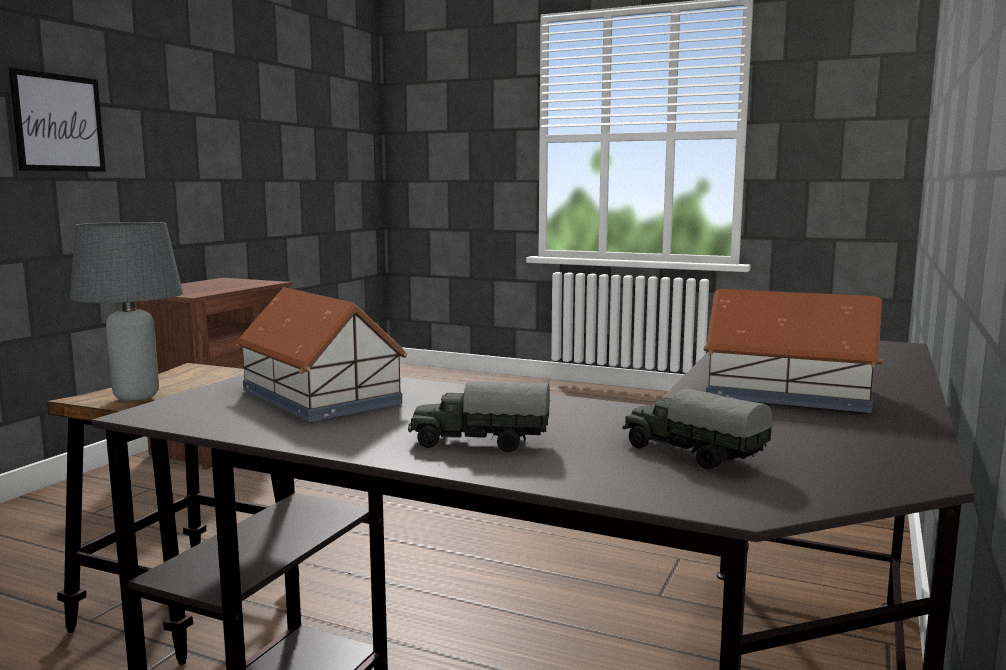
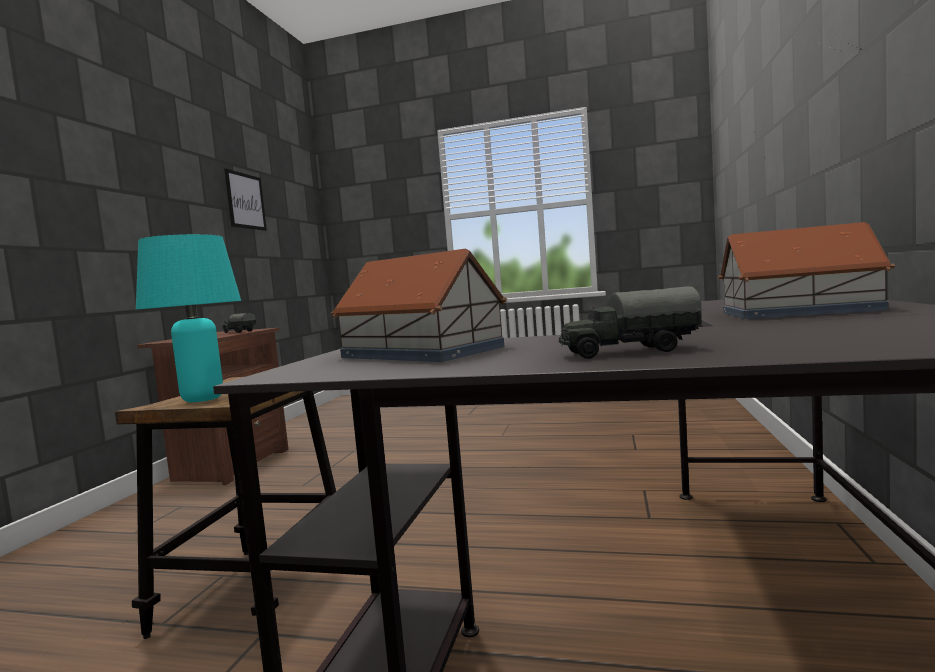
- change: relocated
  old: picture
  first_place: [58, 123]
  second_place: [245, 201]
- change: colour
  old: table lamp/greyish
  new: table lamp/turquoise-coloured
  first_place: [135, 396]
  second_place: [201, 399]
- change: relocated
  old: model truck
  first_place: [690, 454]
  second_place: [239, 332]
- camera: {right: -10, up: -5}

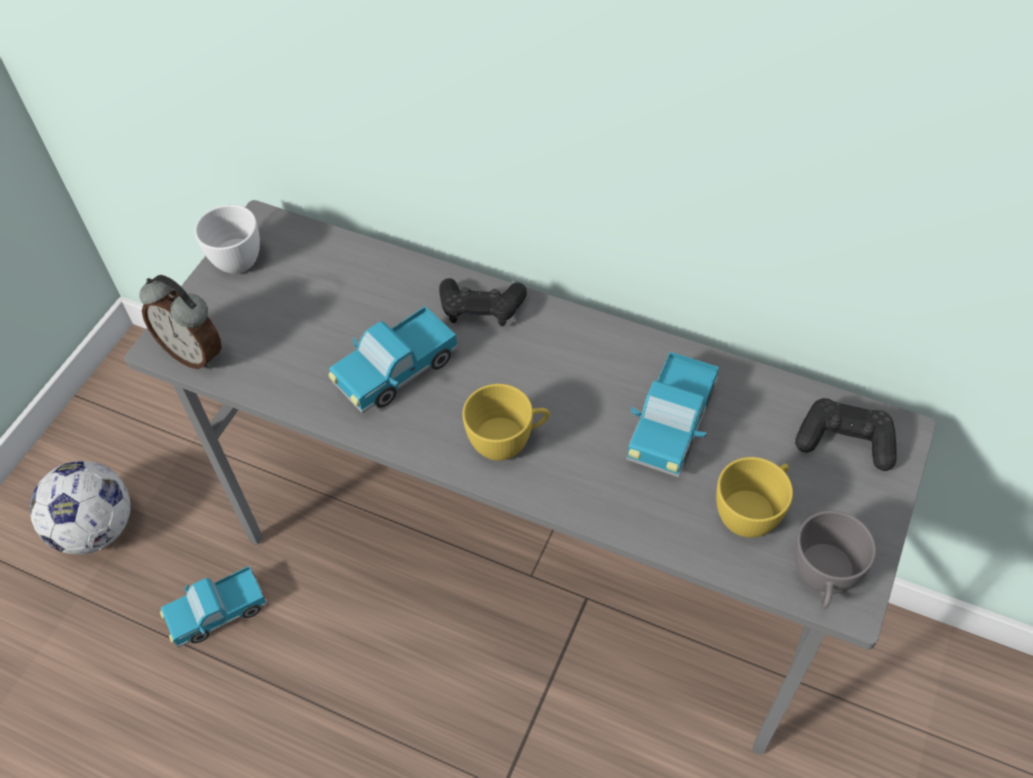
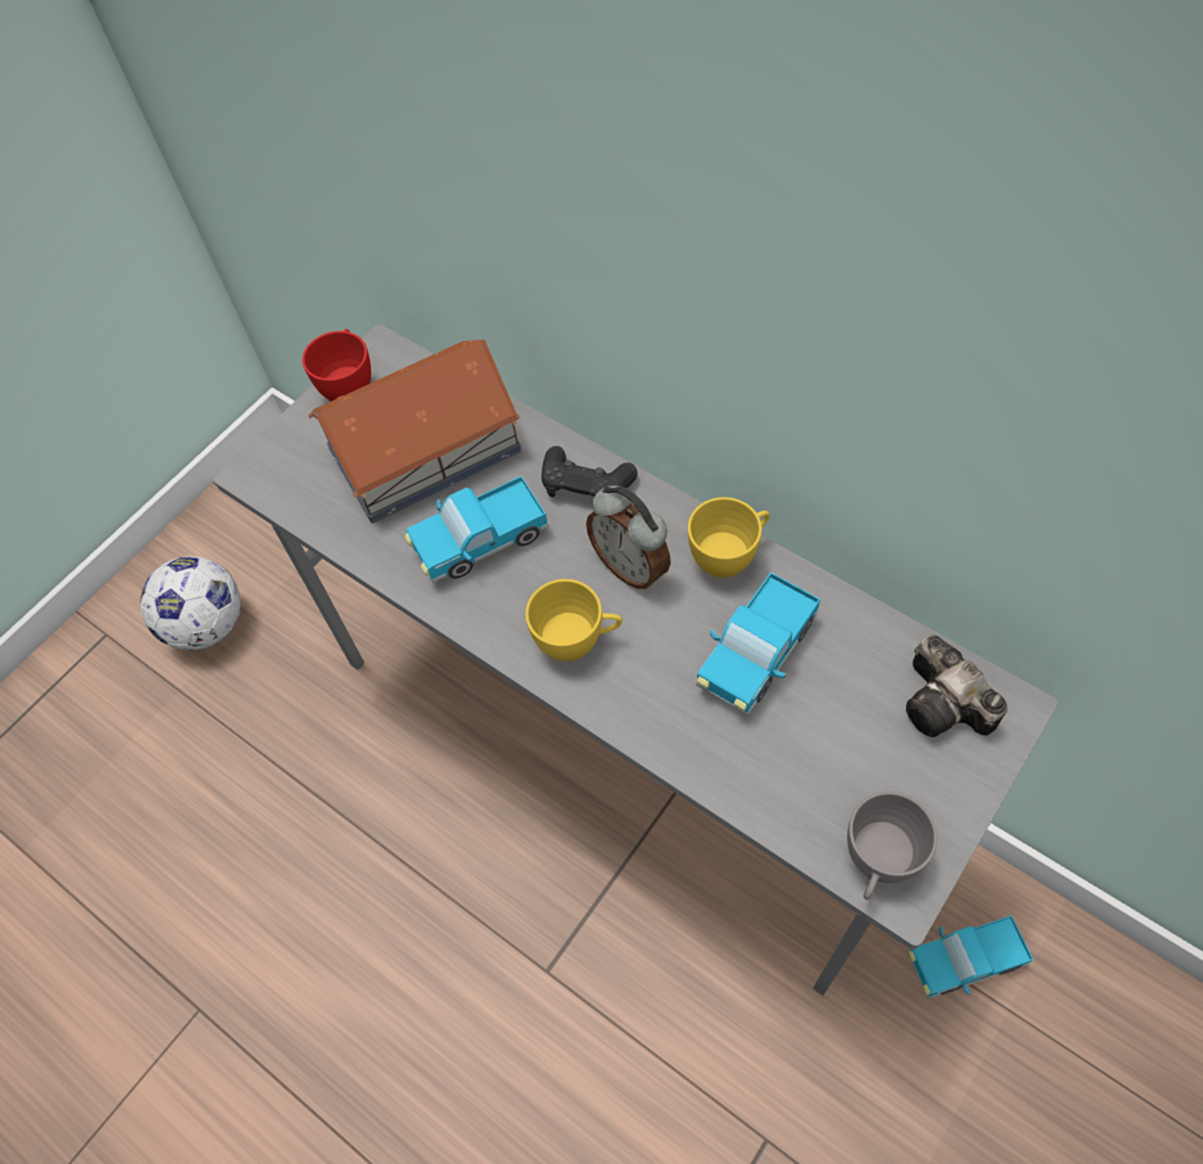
- change: colour
  old: small cup/white-coloured
  new: small cup/red-coloured
  first_place: [237, 256]
  second_place: [349, 385]
- change: relocated
  old: table clock
  first_place: [195, 353]
  second_place: [631, 566]
- change: exchanged
  old: joypad/blackish
  new: photo camera
  first_place: [845, 441]
  second_place: [946, 707]
- change: relocated
  old: small cup/yellowish
  first_place: [752, 513]
  second_place: [729, 555]
- change: relocated
  old: model truck
  first_place: [218, 614]
  second_place: [964, 961]
- change: appeared
  new: model house
  second_place: [427, 449]
- camera: {right: 15, up: 5}

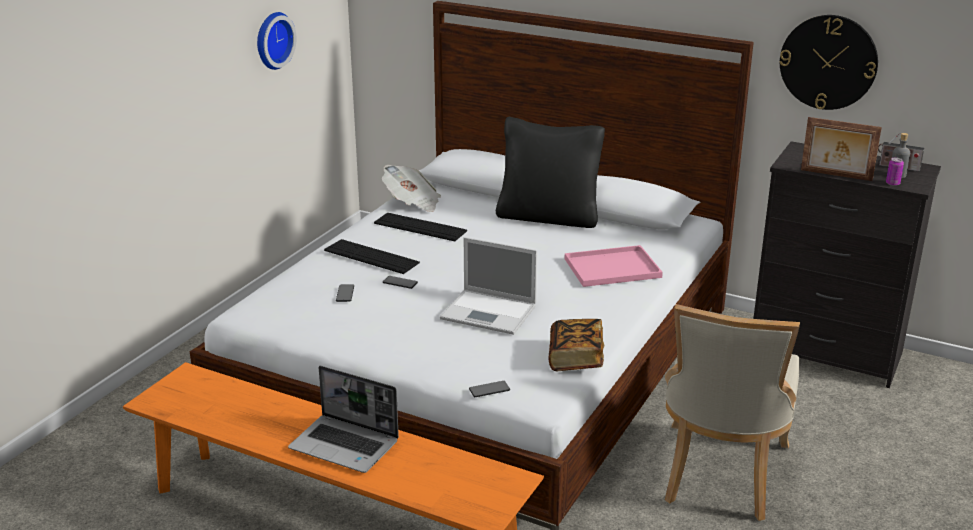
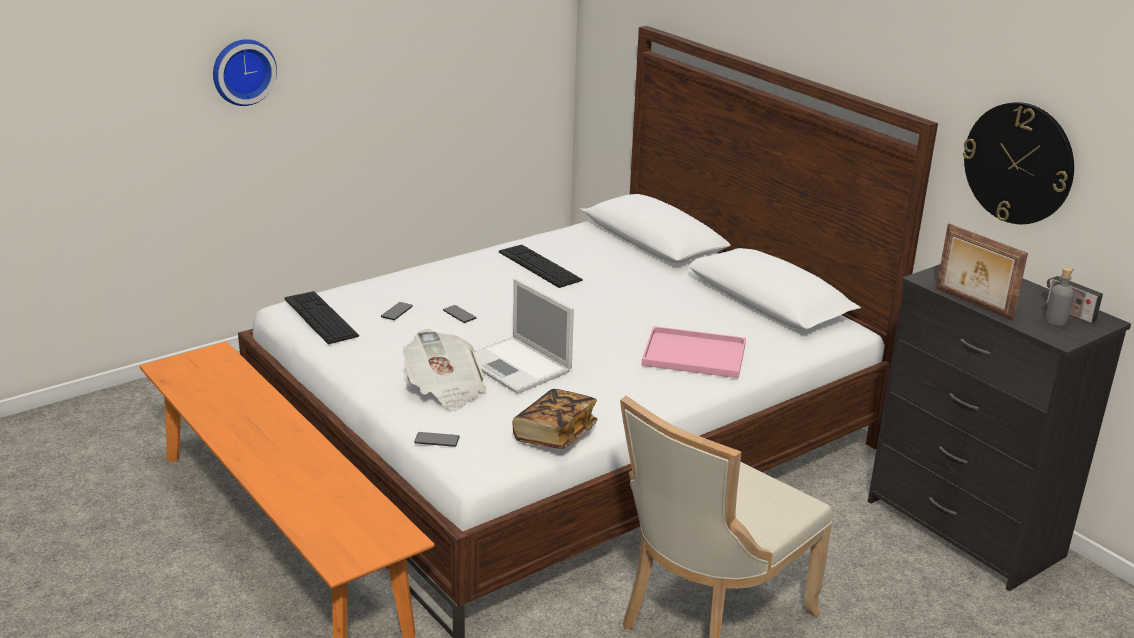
- change: relocated
  old: clock on the wall
  first_place: [272, 40]
  second_place: [242, 71]
- change: missing
  old: throw pillow/blackish
  first_place: [548, 217]
- change: missing
  old: sealed can
  first_place: [892, 183]
- change: relocated
  old: newspaper
  first_place: [412, 203]
  second_place: [445, 389]
- change: relocated
  old: PC keyboard
  first_place: [371, 256]
  second_place: [320, 317]
- change: missing
  old: laptop
  first_place: [345, 445]
- camera: {right: 25, up: 0}

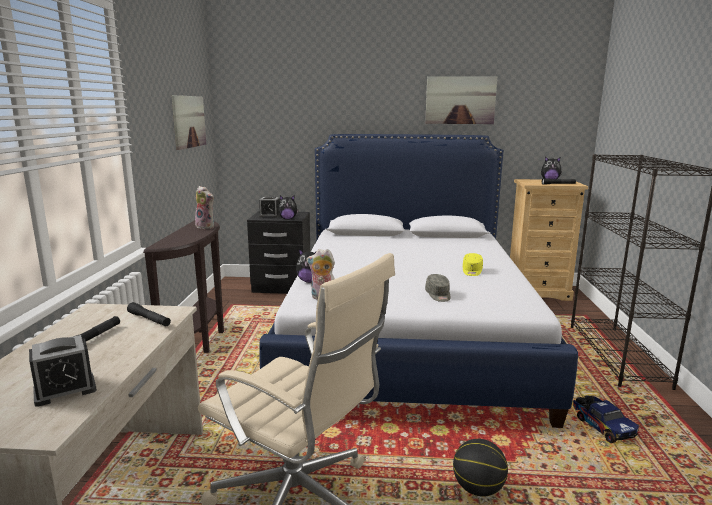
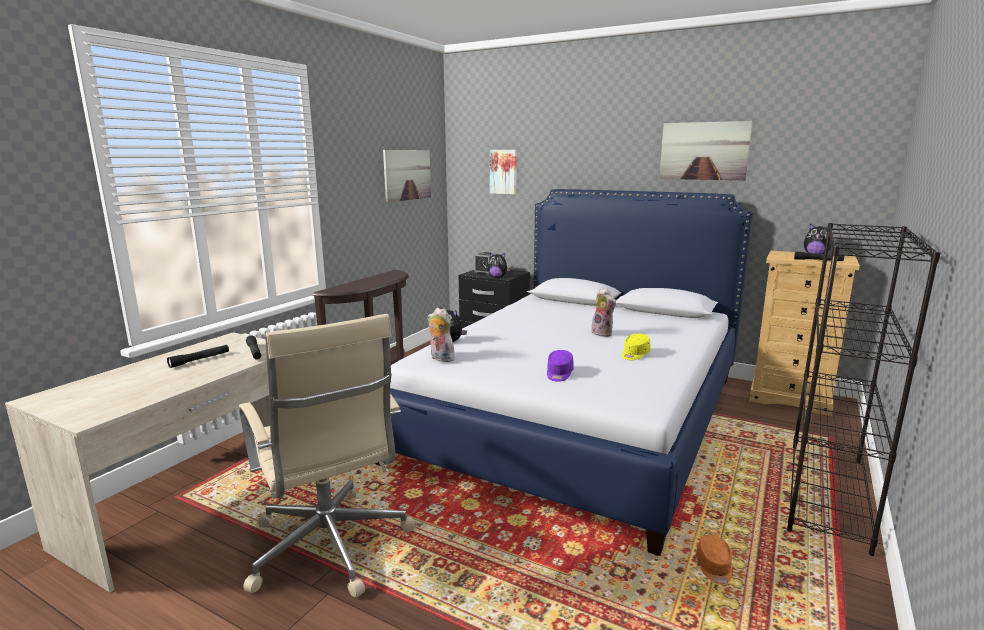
- change: relocated
  old: plush toy
  first_place: [206, 227]
  second_place: [603, 333]
- change: colour
  old: peaked cap/greyish
  new: peaked cap/purple-coloured
  first_place: [438, 295]
  second_place: [559, 374]
- change: missing
  old: table clock
  first_place: [65, 390]
- change: exchanged
  old: model truck
  new: peaked cap/orange-coloured
  first_place: [601, 426]
  second_place: [714, 569]
- change: missing
  old: ball for basketball
  first_place: [478, 488]
- change: appeared
  new: picture
  second_place: [504, 171]
- camera: {right: 25, up: 0}

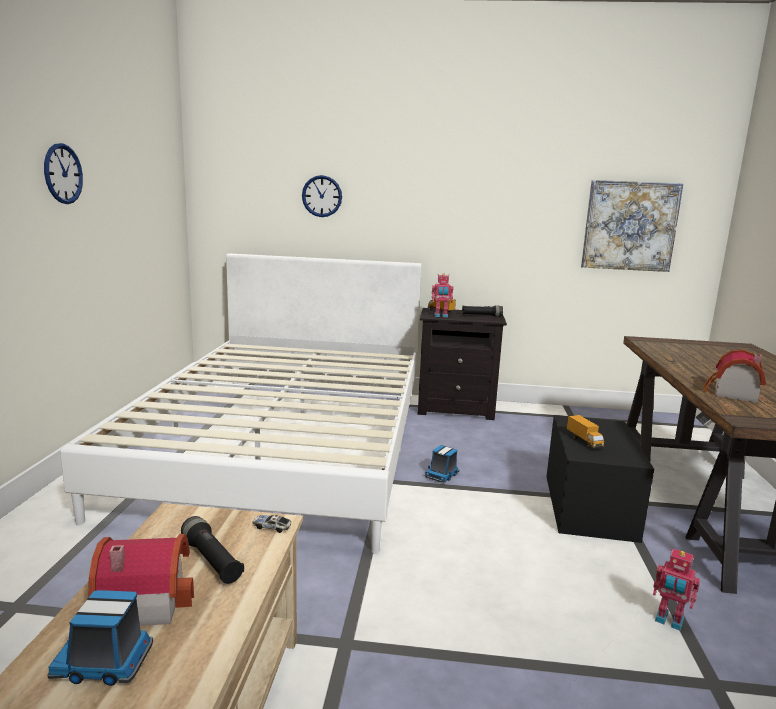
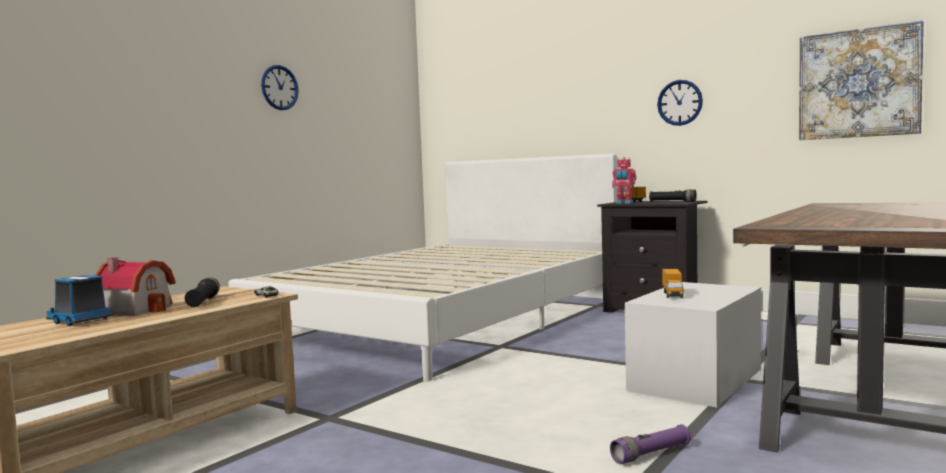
- change: relocated
  old: clock on the wall
  first_place: [322, 196]
  second_place: [679, 102]
- change: missing
  old: model house
  first_place: [732, 394]
- change: colour
  old: storage box/blackish
  new: storage box/white-coloured
  first_place: [589, 506]
  second_place: [696, 379]
- change: missing
  old: model truck
  first_place: [442, 475]
- change: exchanged
  old: model robot
  new: flashlight/purple-coloured
  first_place: [669, 621]
  second_place: [651, 454]
- camera: {right: 30, up: -10}

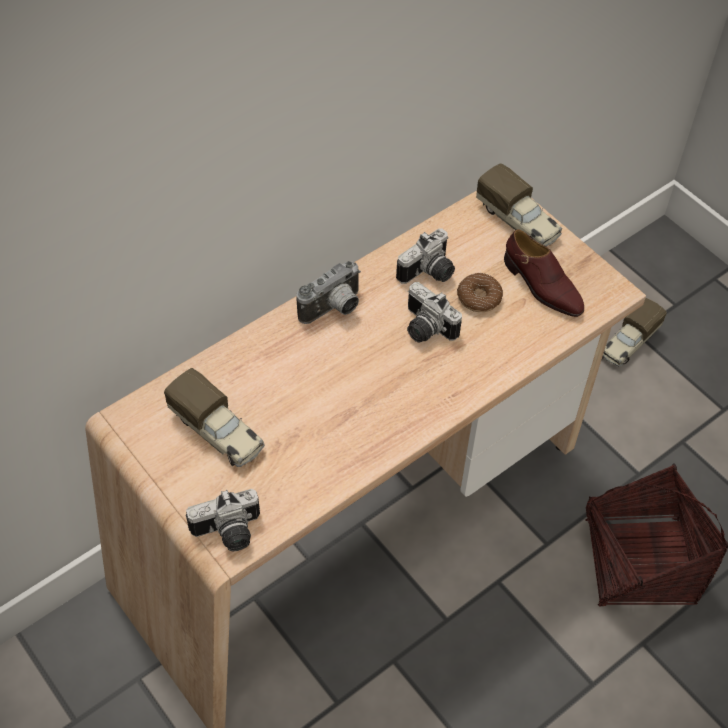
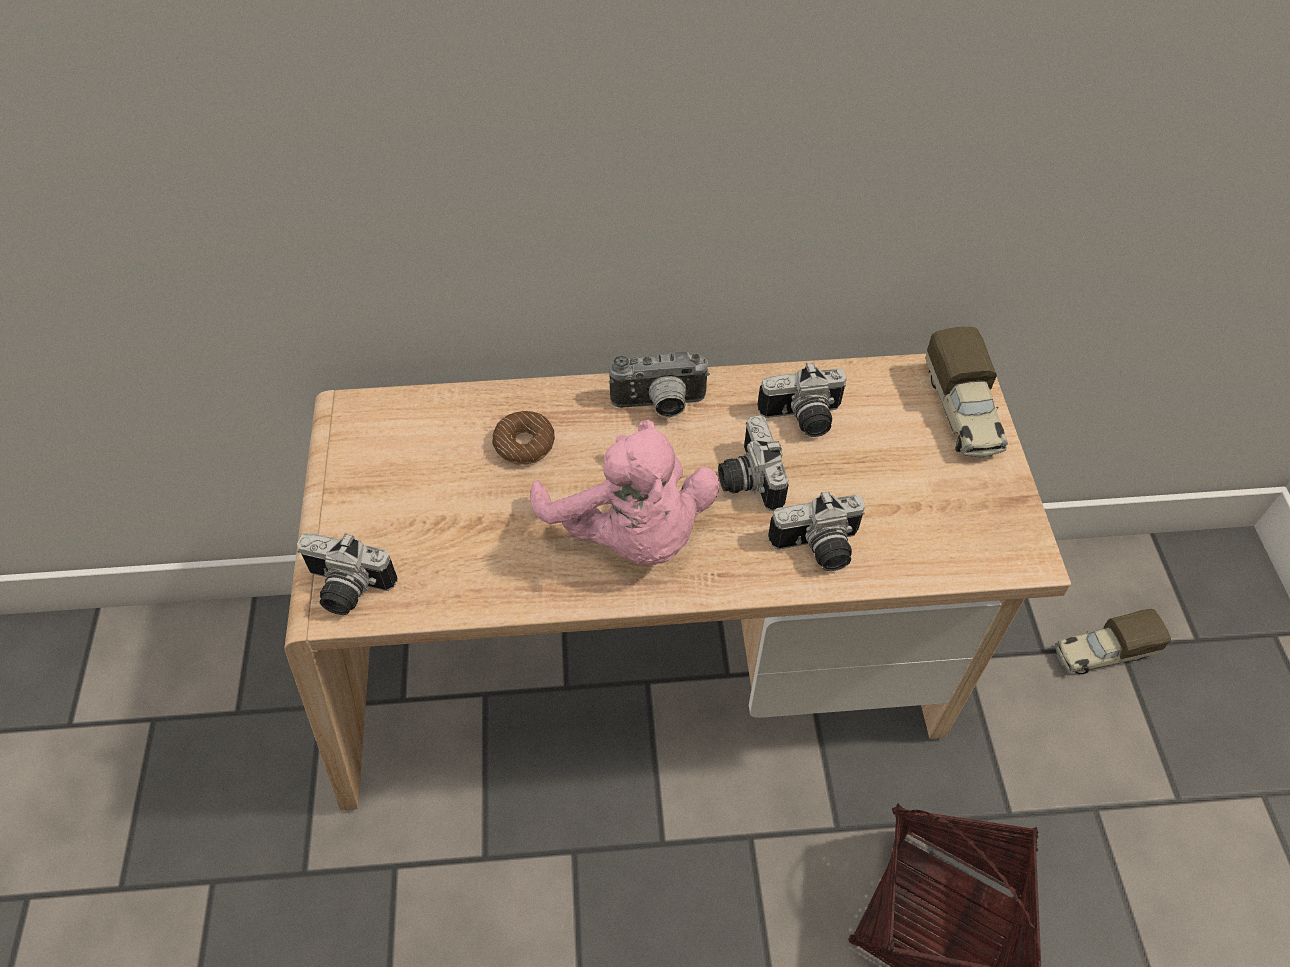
- change: missing
  old: shoe/brown-coloured
  first_place: [541, 286]
- change: relocated
  old: doughnut
  first_place: [479, 297]
  second_place: [524, 444]
- change: missing
  old: model truck
  first_place: [218, 432]
- change: appeared
  new: plush toy/pink
  second_place: [631, 532]
- change: appeared
  new: photo camera
  second_place: [818, 550]
- camera: {right: 35, up: 0}

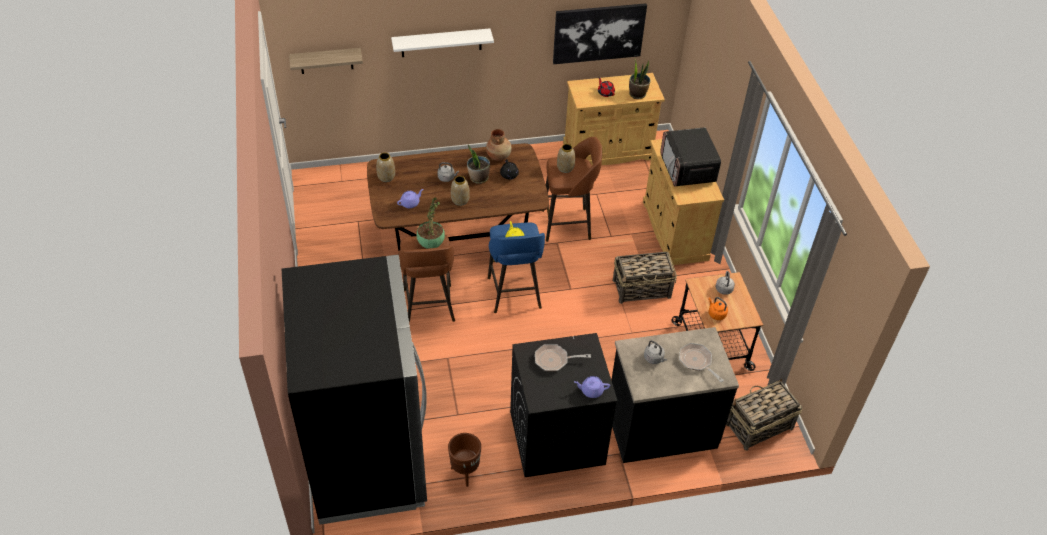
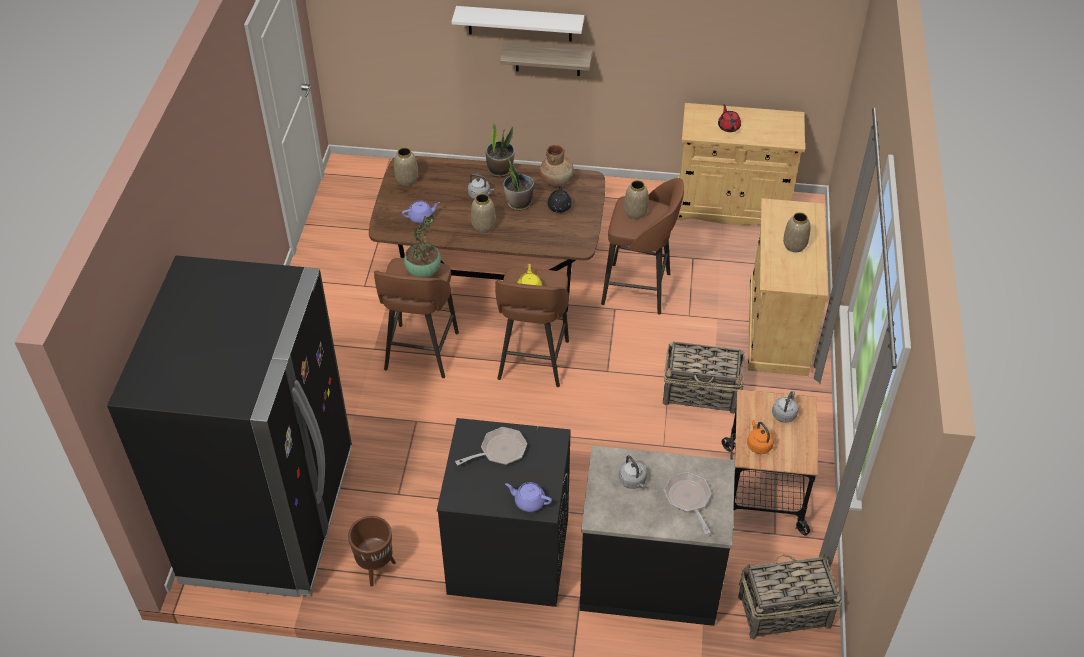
- change: missing
  old: picture
  first_place: [598, 33]
- change: relocated
  old: wall shelf
  first_place: [326, 61]
  second_place: [547, 60]
- change: relocated
  old: houseplant
  first_place: [637, 94]
  second_place: [500, 170]
- change: exchanged
  old: microwave oven
  new: decorative vase
  first_place: [687, 169]
  second_place: [794, 246]
- change: colour
  old: stool seat/blue
  new: stool seat/brown-coloured
  first_place: [514, 294]
  second_place: [532, 362]
- change: spun
  old: frying pan
  first_place: [554, 360]
  second_place: [499, 451]
  degrees: 135
- camera: {right: 20, up: 0}

